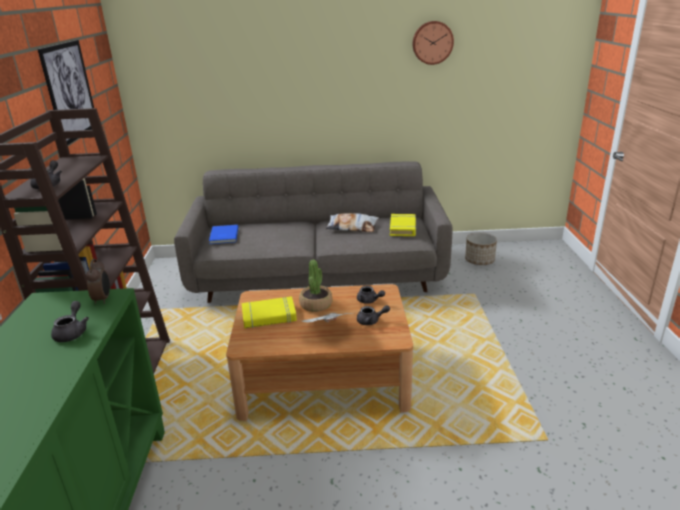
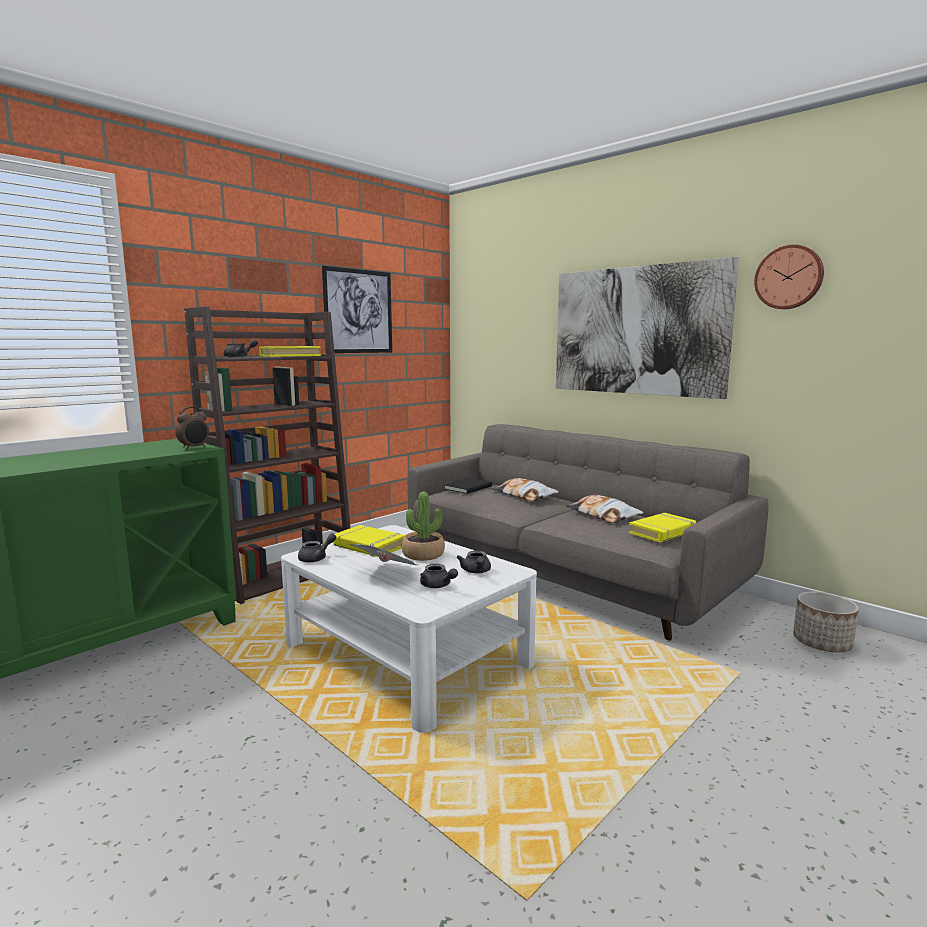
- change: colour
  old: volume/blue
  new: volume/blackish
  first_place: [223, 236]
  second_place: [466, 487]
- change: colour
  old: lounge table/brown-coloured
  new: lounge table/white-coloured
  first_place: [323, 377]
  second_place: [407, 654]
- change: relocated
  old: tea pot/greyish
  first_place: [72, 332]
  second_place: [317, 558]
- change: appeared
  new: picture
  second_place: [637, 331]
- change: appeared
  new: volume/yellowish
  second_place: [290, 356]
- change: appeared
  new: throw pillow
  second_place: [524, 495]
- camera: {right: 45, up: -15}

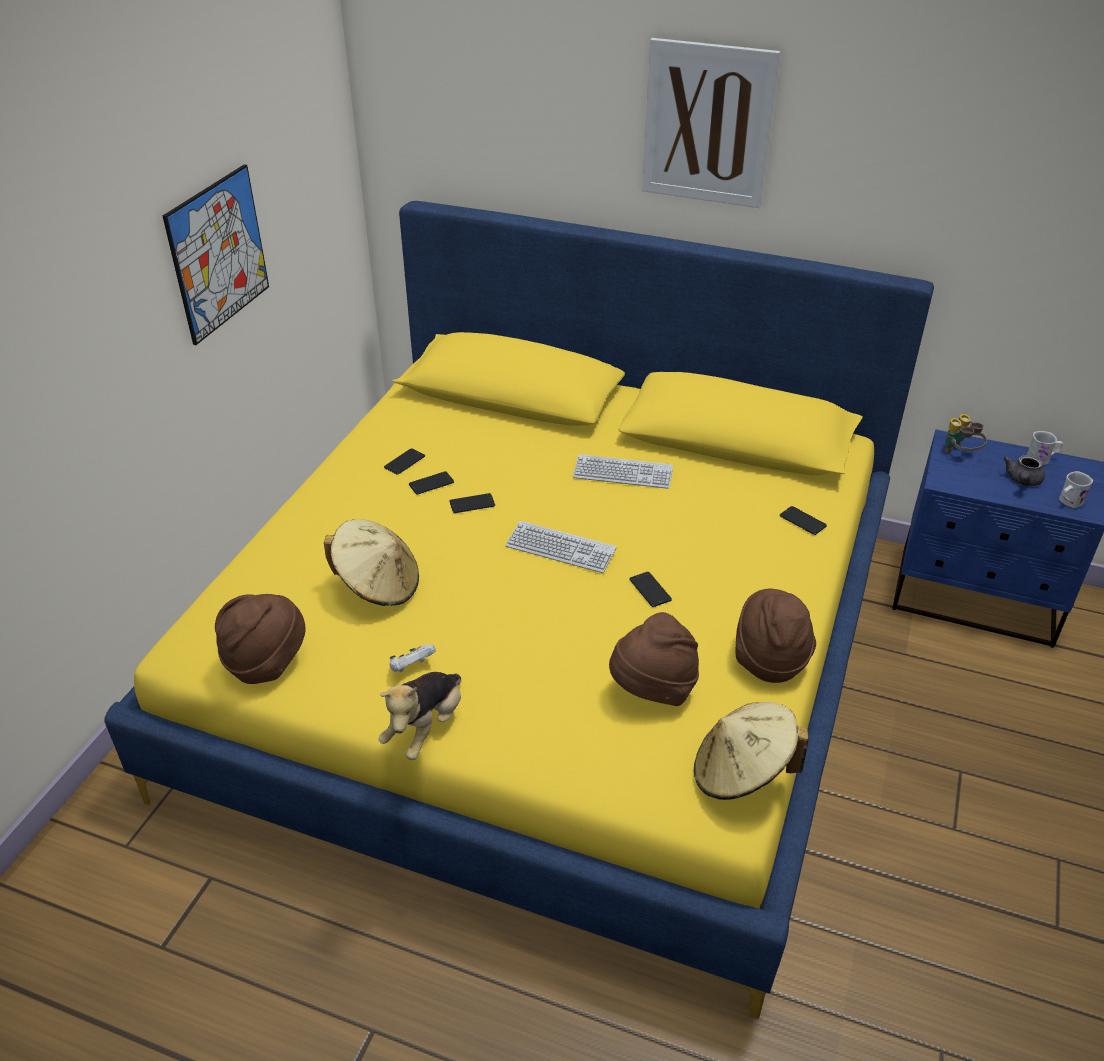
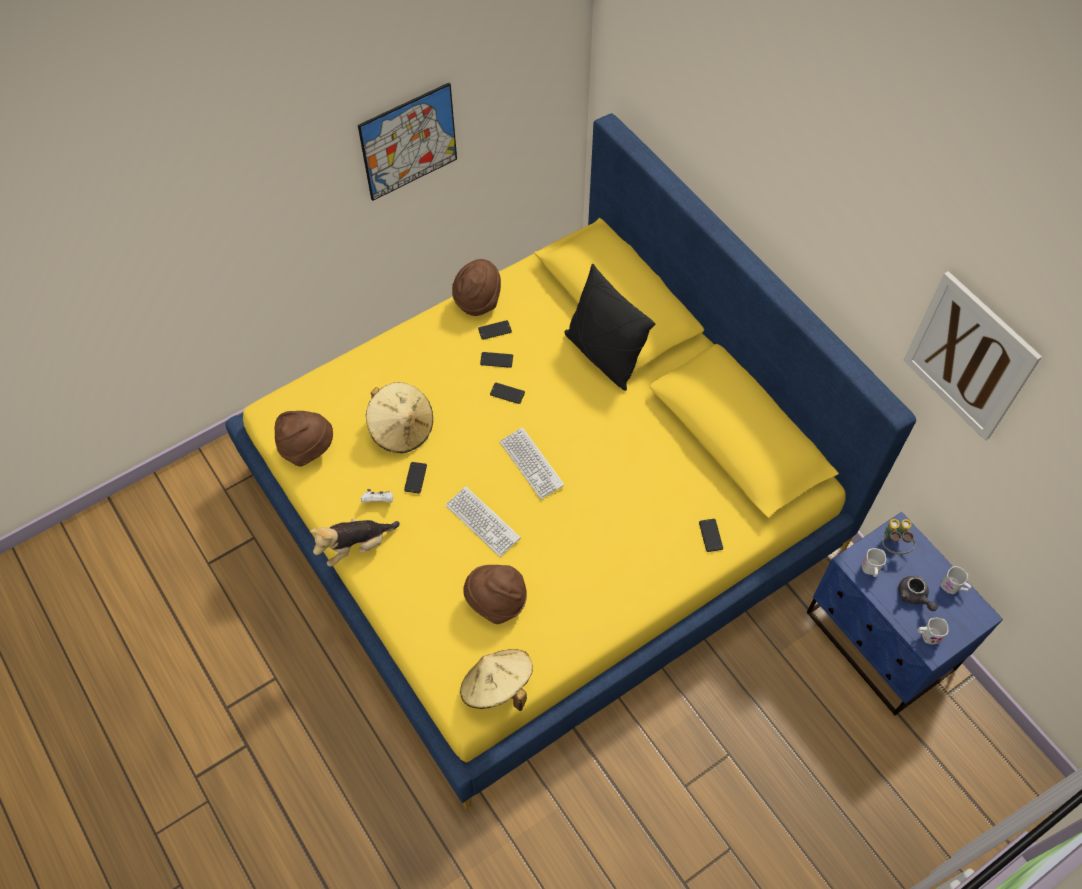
- change: relocated
  old: picture
  first_place: [707, 124]
  second_place: [969, 357]
- change: relocated
  old: PC keyboard
  first_place: [623, 473]
  second_place: [482, 522]
- change: spun
  old: tea pot/greyish
  first_place: [1022, 481]
  second_place: [914, 596]
  degrees: -90
- change: relocated
  old: telephone
  first_place: [650, 590]
  second_place: [415, 478]
- change: relocated
  old: wearable hat/brown-coloured
  first_place: [769, 659]
  second_place: [477, 300]
- change: appeared
  new: throw pillow/blackish
  second_place: [603, 356]
- change: appeared
  new: coffee mug/white-coloured
  second_place: [870, 570]
- camera: {right: 35, up: 20}

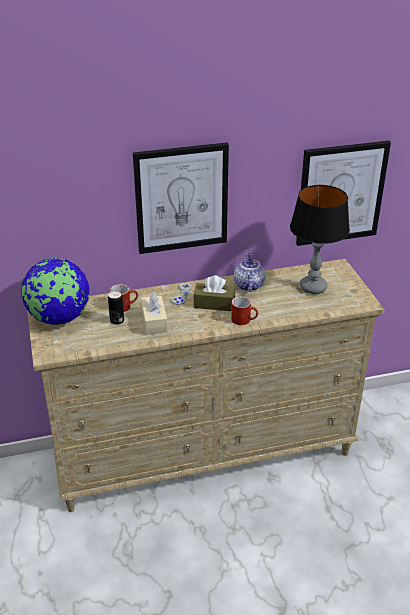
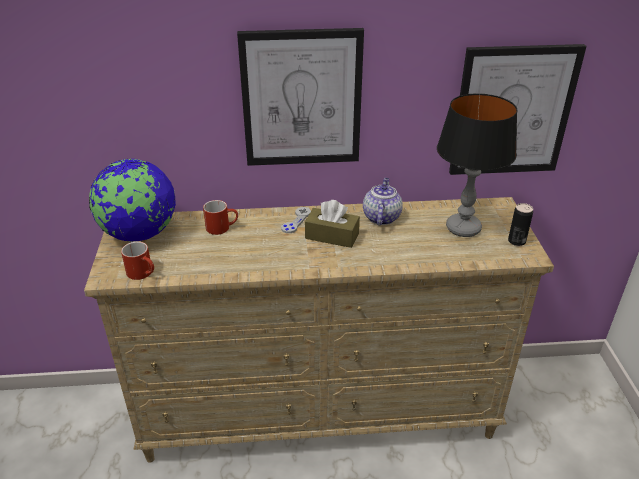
- change: relocated
  old: sealed can
  first_place: [117, 321]
  second_place: [516, 241]
- change: missing
  old: tissue box/sand-coloured
  first_place: [154, 322]
- change: relocated
  old: coffee mug/red-coloured
  first_place: [244, 320]
  second_place: [143, 273]
- camera: {right: 10, up: 0}

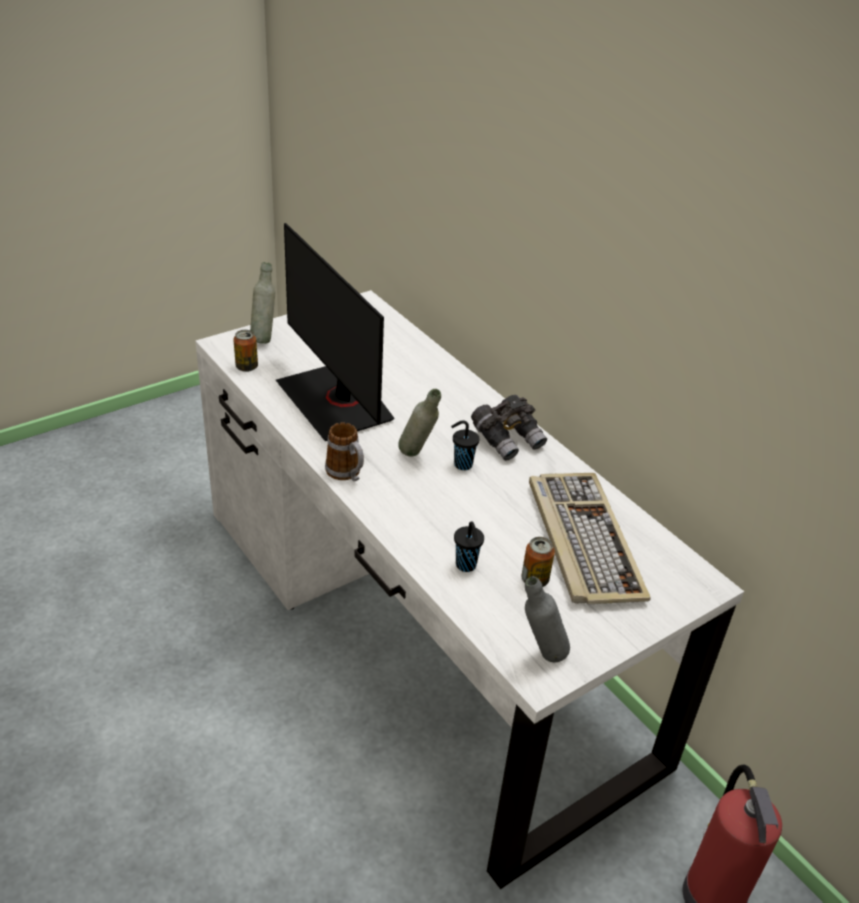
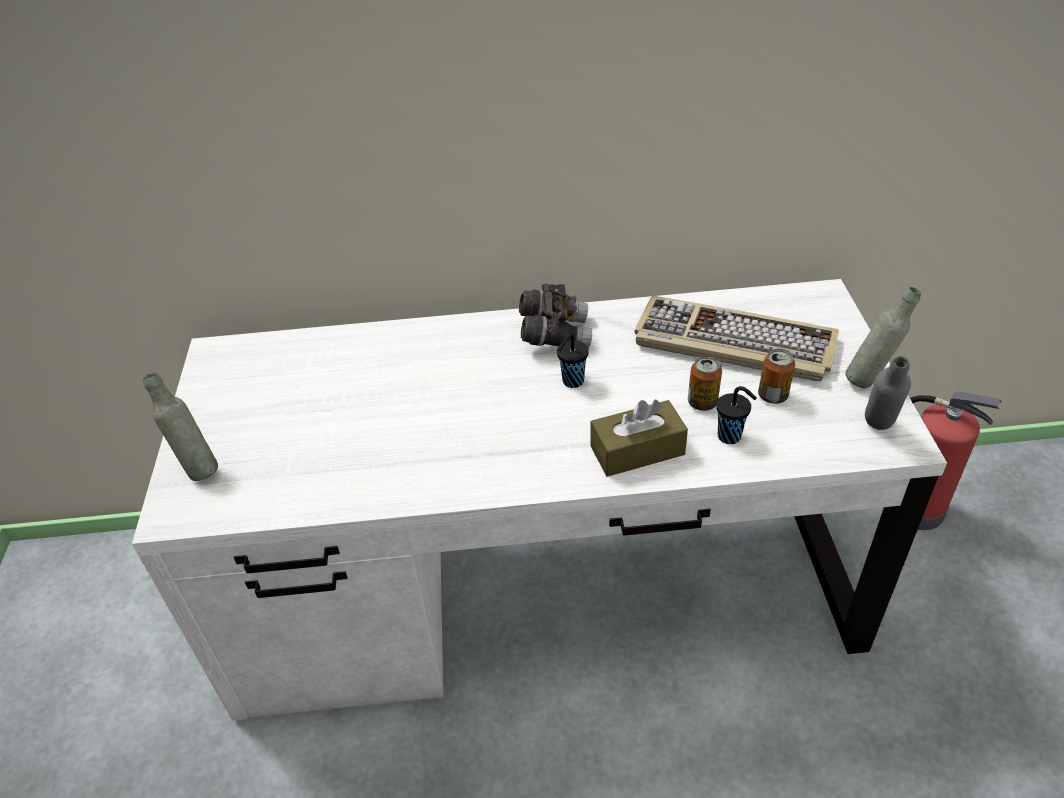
- change: missing
  old: computer screen
  first_place: [336, 402]
- change: relocated
  old: sealed can
  first_place: [246, 367]
  second_place: [702, 402]
- change: relocated
  old: drink bottle/greyish
  first_place: [417, 457]
  second_place: [870, 380]
- change: missing
  old: coffee mug
  first_place: [347, 474]
- change: appeared
  new: tissue box/brown-coloured
  second_place: [637, 450]
- camera: {right: -55, up: 5}

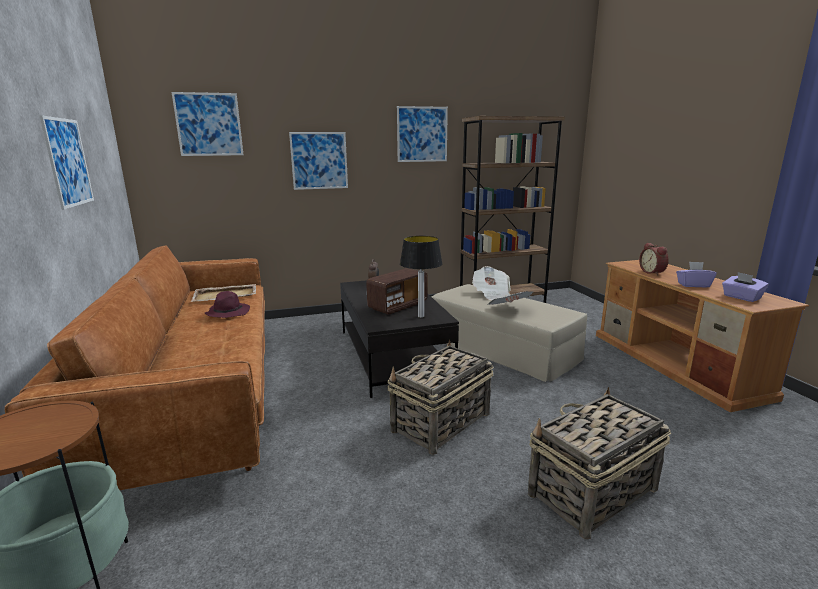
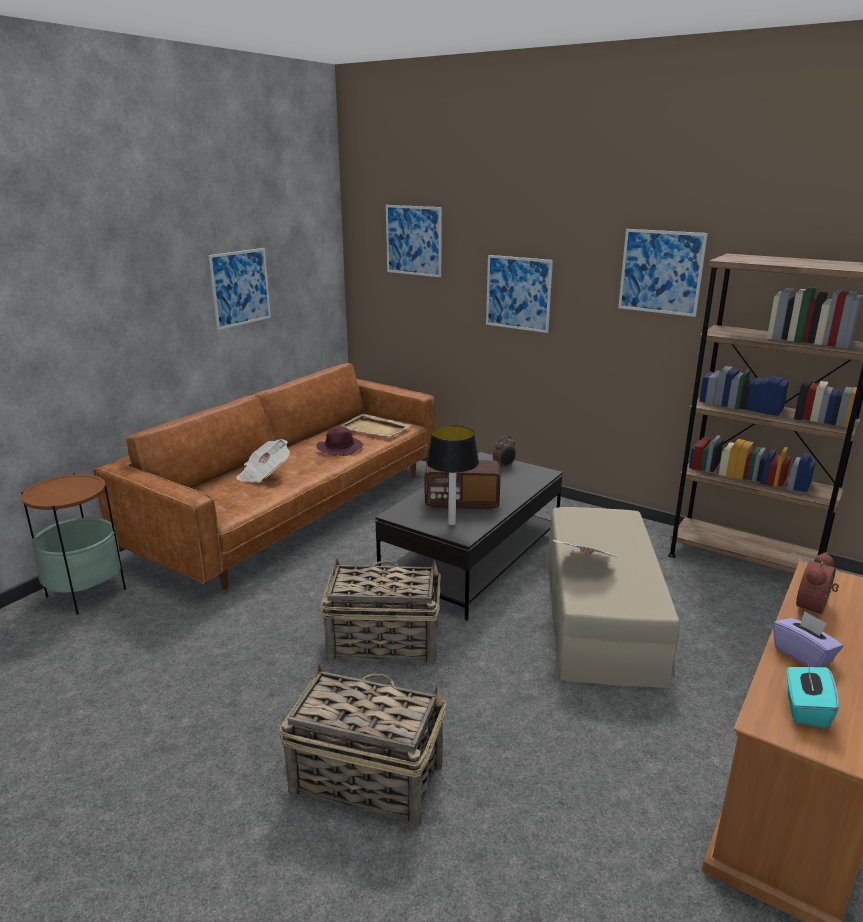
- change: relocated
  old: newspaper
  first_place: [491, 294]
  second_place: [264, 474]
- change: colour
  old: tissue box/purple-coloured
  new: tissue box/turquoise-coloured
  first_place: [741, 297]
  second_place: [805, 709]
- camera: {right: 50, up: 5}

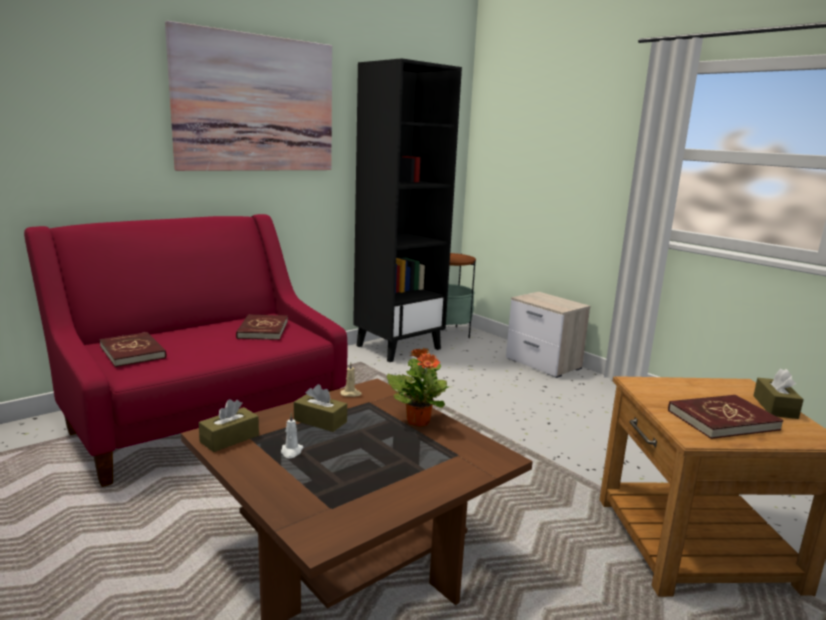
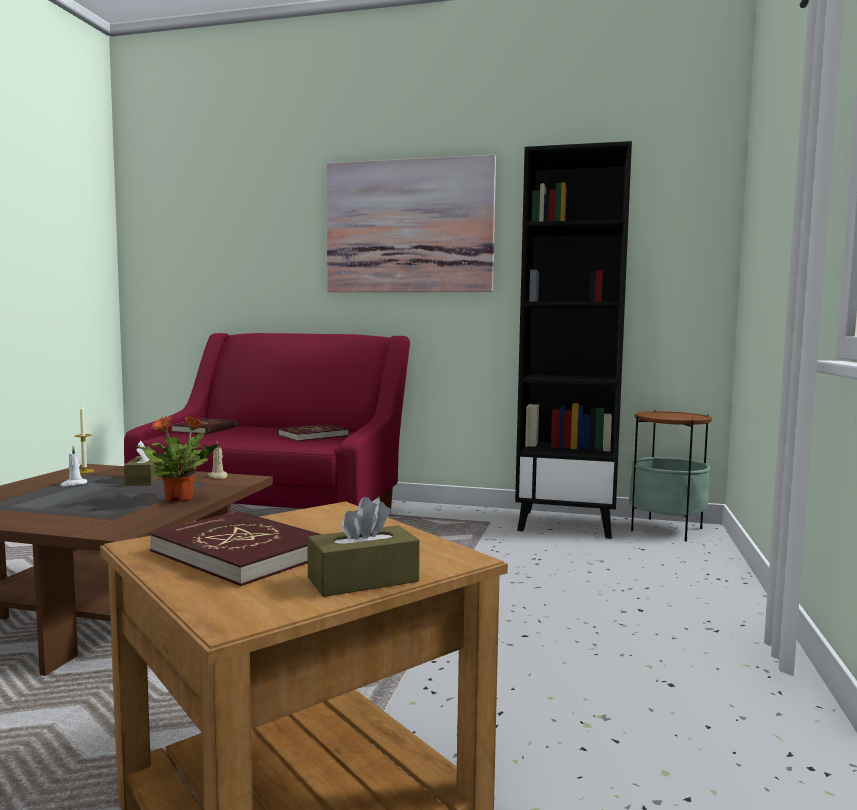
- change: missing
  old: bedside table
  first_place: [544, 364]
- change: exchanged
  old: tissue box/brown-coloured
  new: wax light
  first_place: [229, 438]
  second_place: [84, 471]
- camera: {right: 55, up: -10}

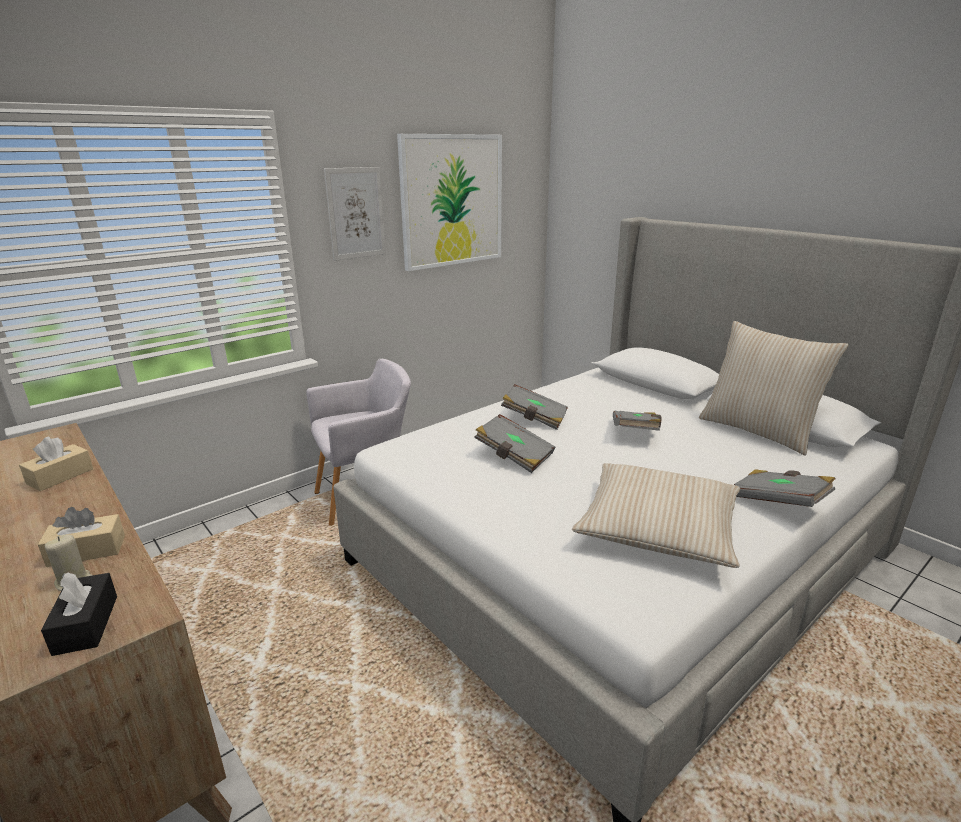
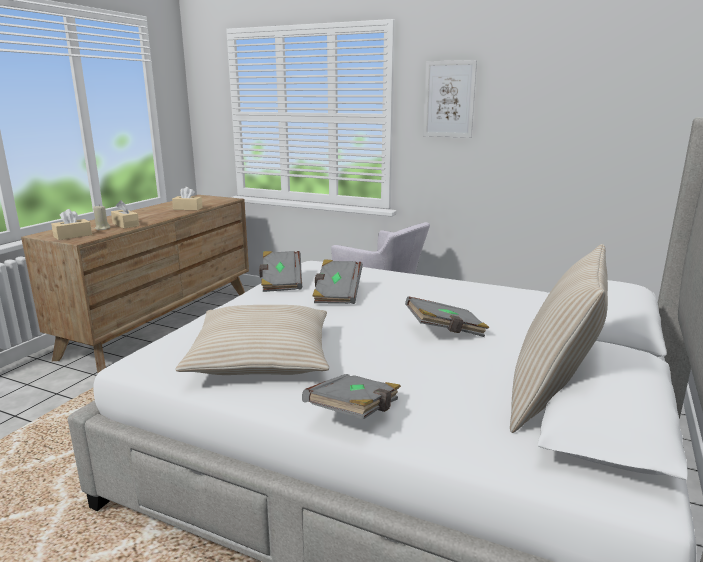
- change: missing
  old: picture
  first_place: [452, 201]
- change: relocated
  old: volume/greyish
  first_place: [534, 418]
  second_place: [281, 282]
- change: colour
  old: tissue box/blackish
  new: tissue box/sand-coloured
  first_place: [86, 624]
  second_place: [73, 236]
- camera: {right: 65, up: -5}

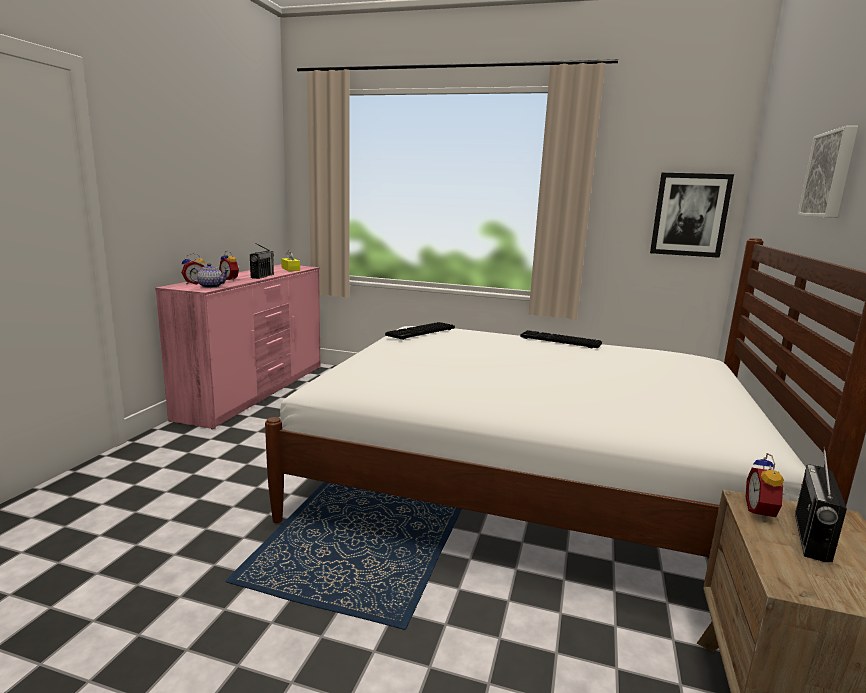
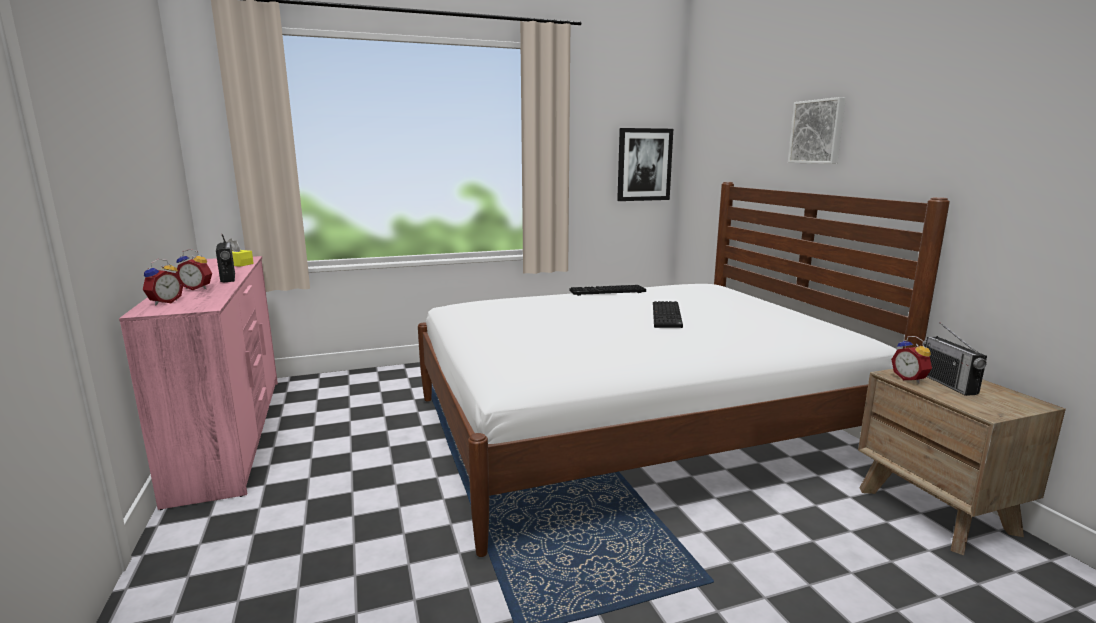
- change: missing
  old: tea pot
  first_place: [210, 286]
- change: relocated
  old: PC keyboard
  first_place: [421, 332]
  second_place: [668, 316]
- camera: {right: -35, up: 0}

